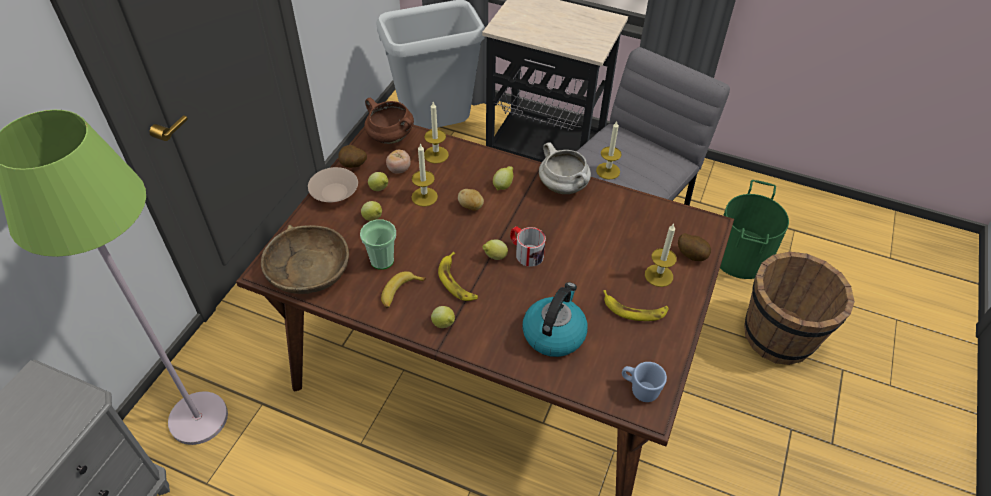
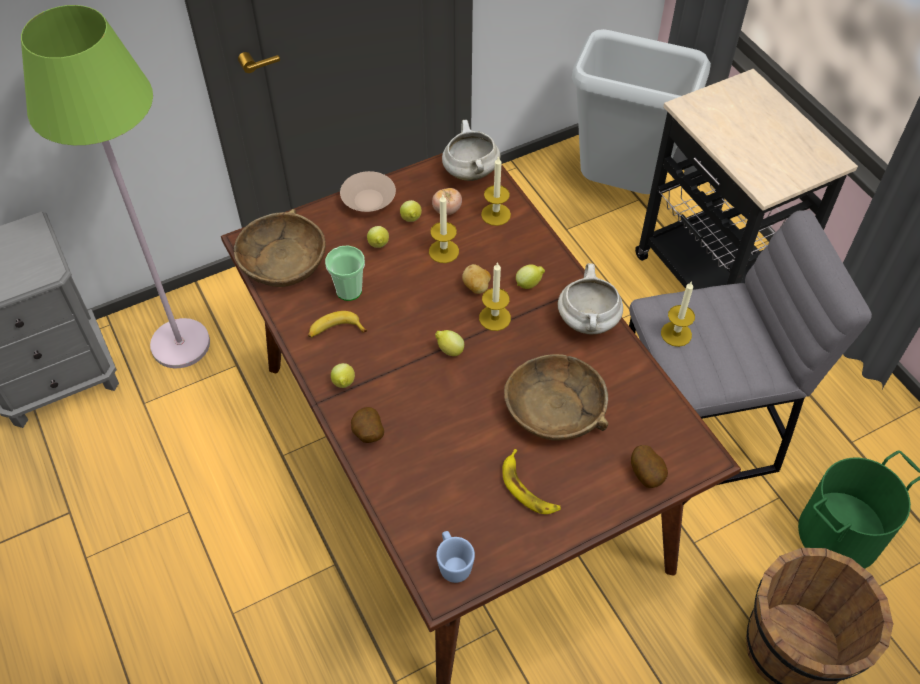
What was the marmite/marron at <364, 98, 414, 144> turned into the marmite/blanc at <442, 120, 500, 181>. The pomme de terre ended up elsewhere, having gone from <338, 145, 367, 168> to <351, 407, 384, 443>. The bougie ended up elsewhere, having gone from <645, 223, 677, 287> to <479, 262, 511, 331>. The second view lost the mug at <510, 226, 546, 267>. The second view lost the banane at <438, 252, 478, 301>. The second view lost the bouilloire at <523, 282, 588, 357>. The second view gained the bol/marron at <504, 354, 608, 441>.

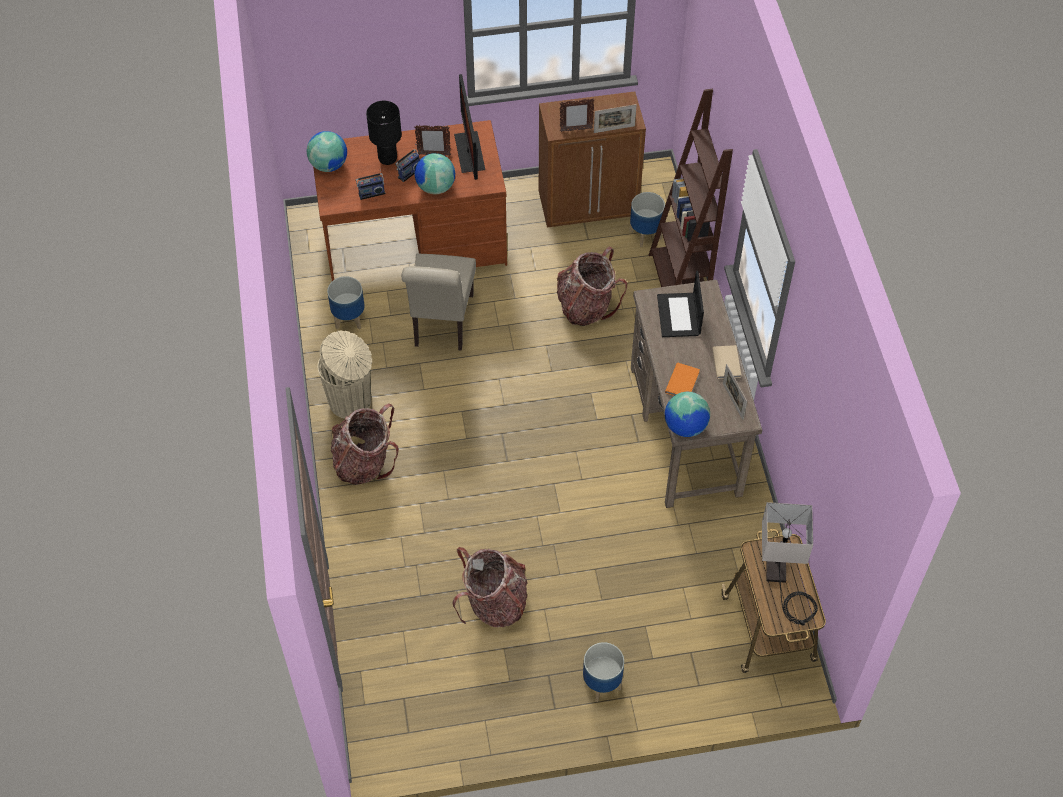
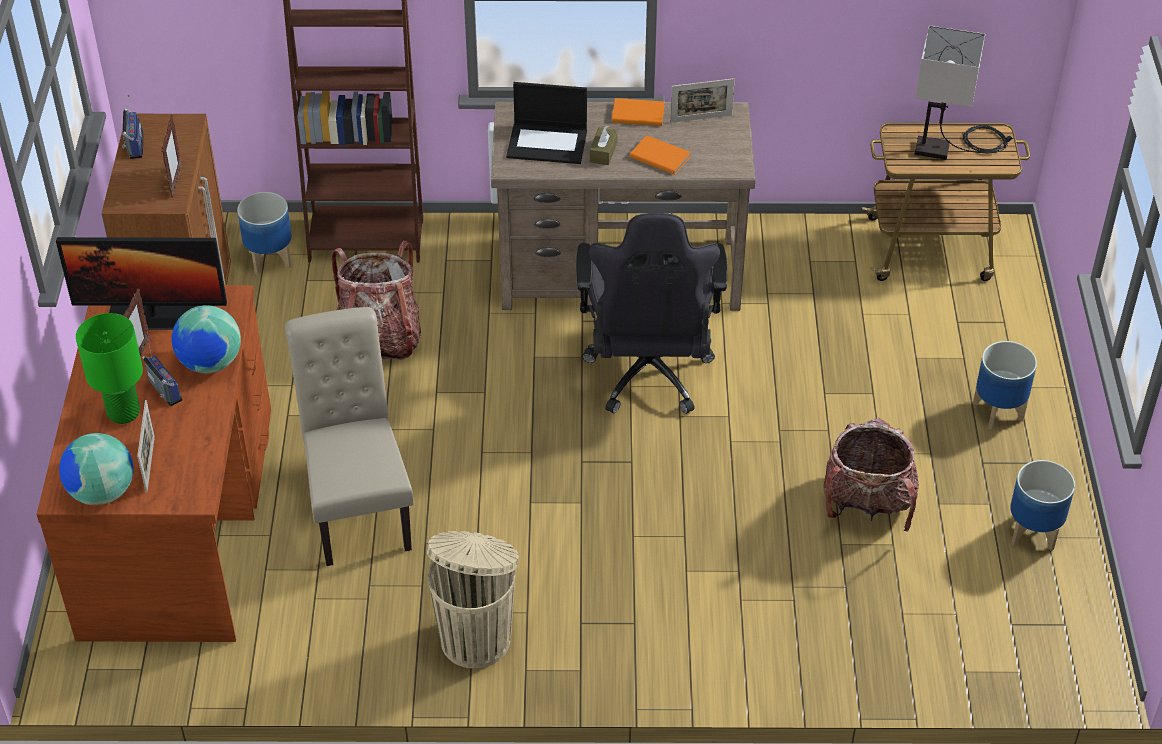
What was the lampe de table/noir at <366, 101, 402, 165> turned into the lampe de table/vert at <76, 313, 143, 424>. The cadre photo ended up elsewhere, having gone from <594, 104, 637, 133> to <137, 400, 155, 493>. The radio ended up elsewhere, having gone from <356, 168, 385, 200> to <122, 95, 143, 159>. The chaise/beige at <402, 254, 476, 351> ended up facing another way, 120 degrees counterclockwise from before. The cache-pot ended up elsewhere, having gone from <327, 276, 365, 330> to <1010, 460, 1075, 551>. What was the livre/beige at <712, 345, 741, 379> turned into the livre/orange at <612, 98, 665, 126>. The second view lost the globe at <665, 392, 710, 437>. The second view lost the sac à dos at <331, 404, 399, 485>. The second view gained the boîte à mouchoirs/marron at <590, 126, 618, 165>. The second view gained the chaise de bureau/noir at <576, 213, 727, 414>.

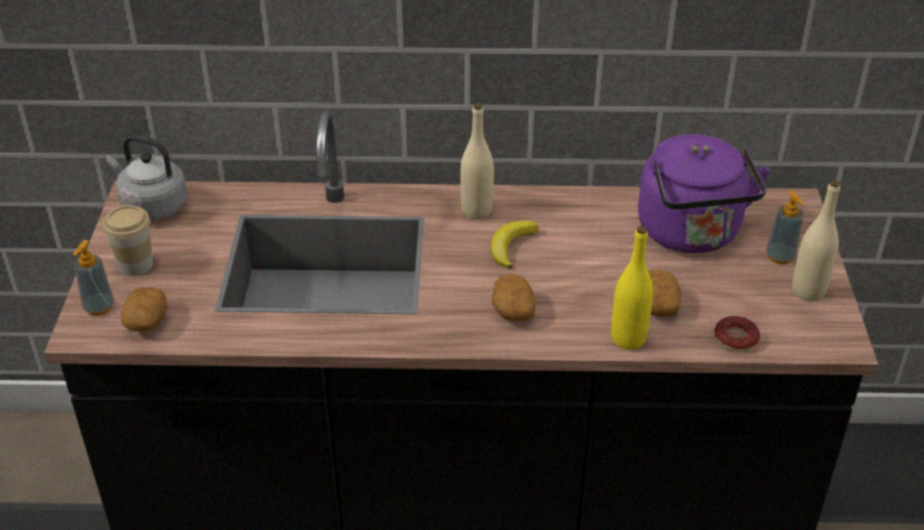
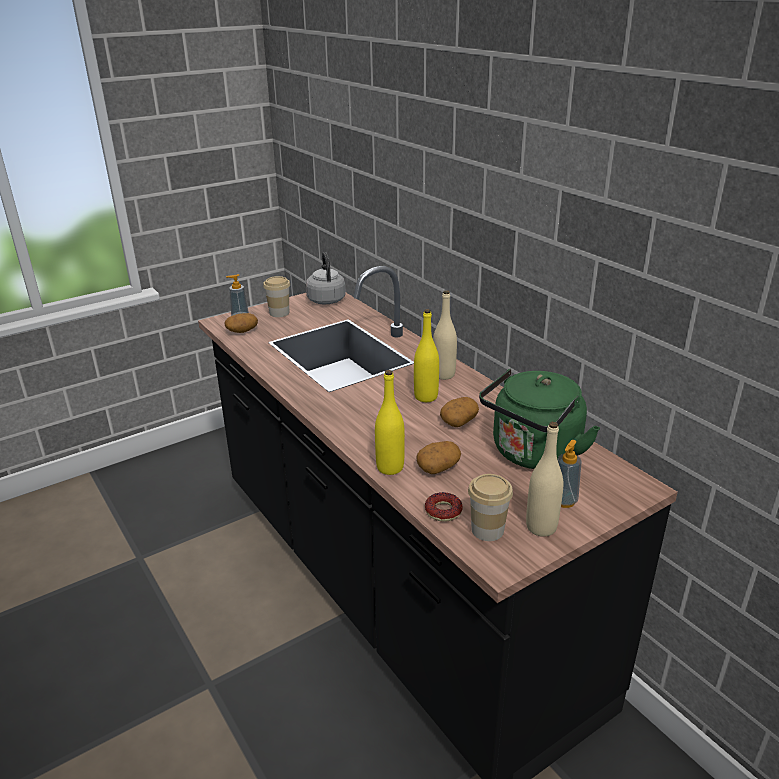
What was the bouilloire/violet at <638, 134, 770, 253> turned into the bouilloire/vert at <479, 369, 600, 469>. Where the banane stood at <490, 221, 539, 269>, the bouteille/jaune came to stand at <414, 309, 439, 402>. The pomme de terre ended up elsewhere, having gone from <492, 275, 535, 321> to <440, 397, 479, 427>. The second view gained the tasse at <468, 474, 513, 541>.

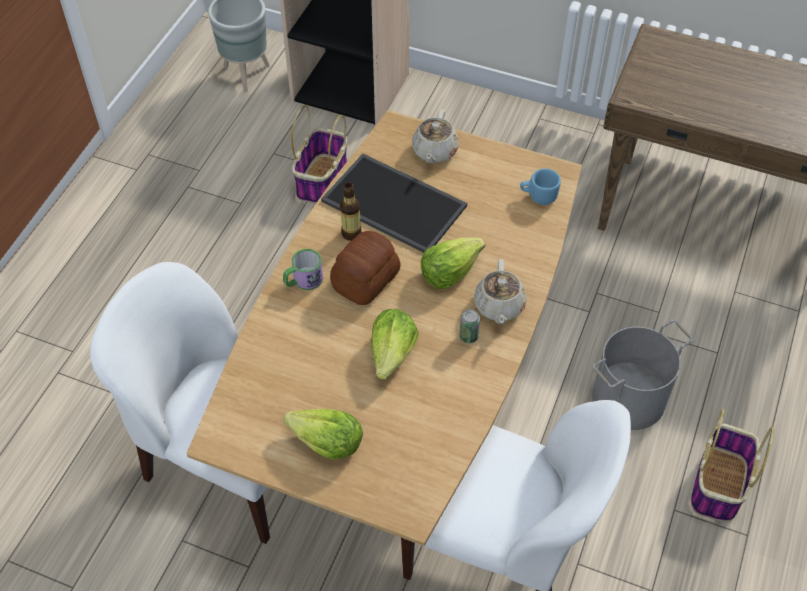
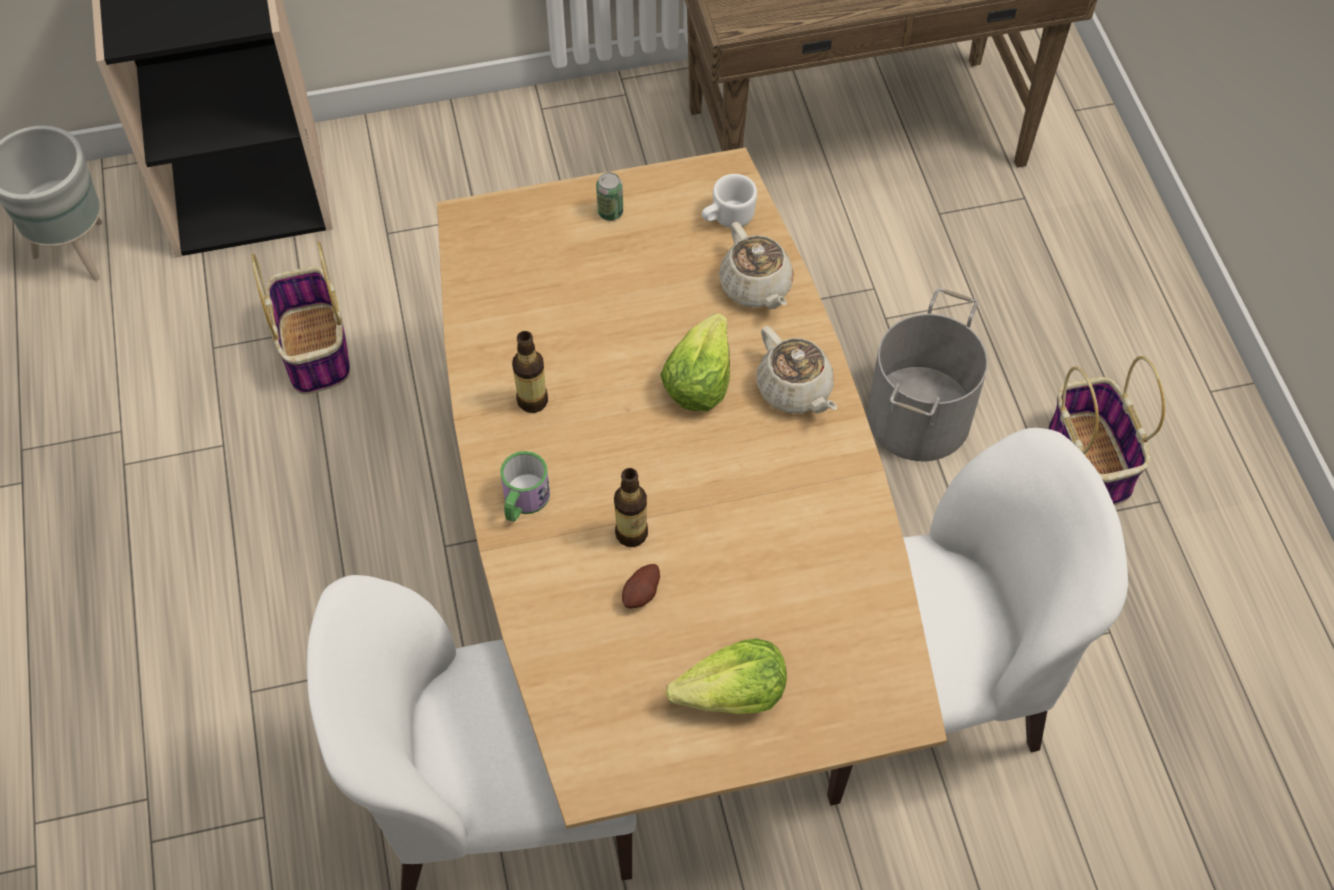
The théière/beige ended up elsewhere, having gone from <412, 110, 459, 163> to <719, 222, 794, 309>. The second view lost the plateau at <321, 154, 467, 253>. What was the mug/bleu at <520, 169, 561, 205> turned into the mug/blanc at <702, 174, 757, 228>. The second view lost the pain at <330, 231, 401, 305>. The second view lost the laitue at <371, 309, 419, 380>. The boîte métallique ended up elsewhere, having gone from <459, 309, 480, 343> to <596, 172, 623, 221>. The second view gained the bouteille at <614, 468, 648, 547>. The second view gained the pomme de terre at <622, 564, 660, 608>.

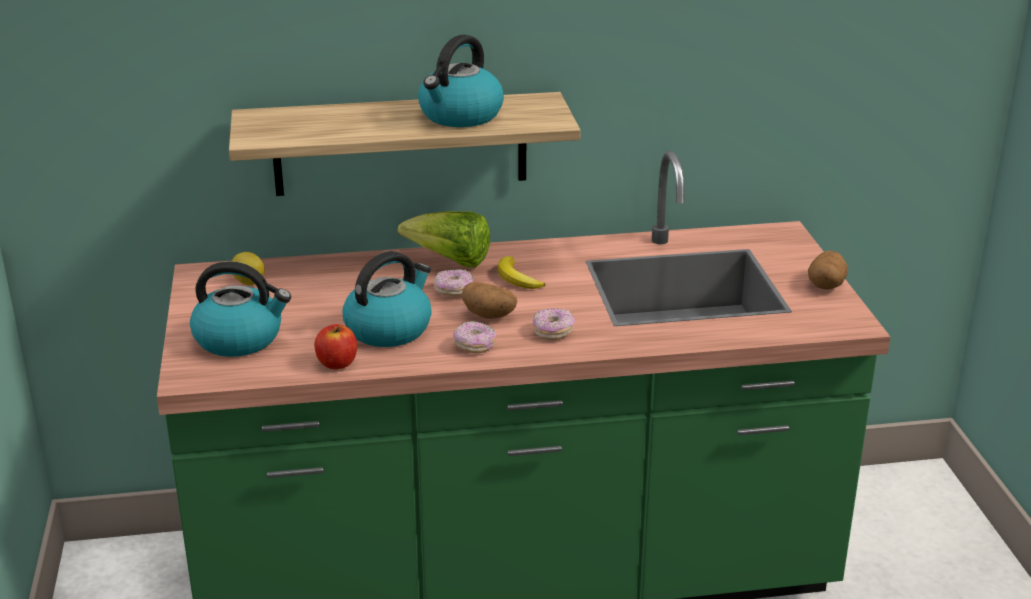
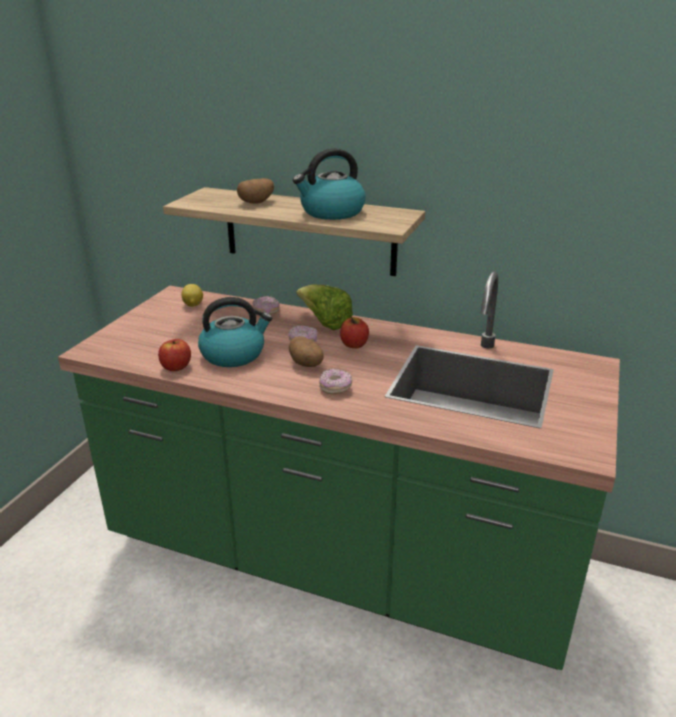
The pomme de terre ended up elsewhere, having gone from <808, 251, 848, 290> to <237, 178, 274, 204>. Where the banane stood at <498, 256, 545, 289>, the pomme came to stand at <340, 317, 369, 349>. The second view lost the bouilloire at <190, 261, 291, 357>. The beignet ended up elsewhere, having gone from <453, 321, 496, 353> to <252, 296, 280, 315>.

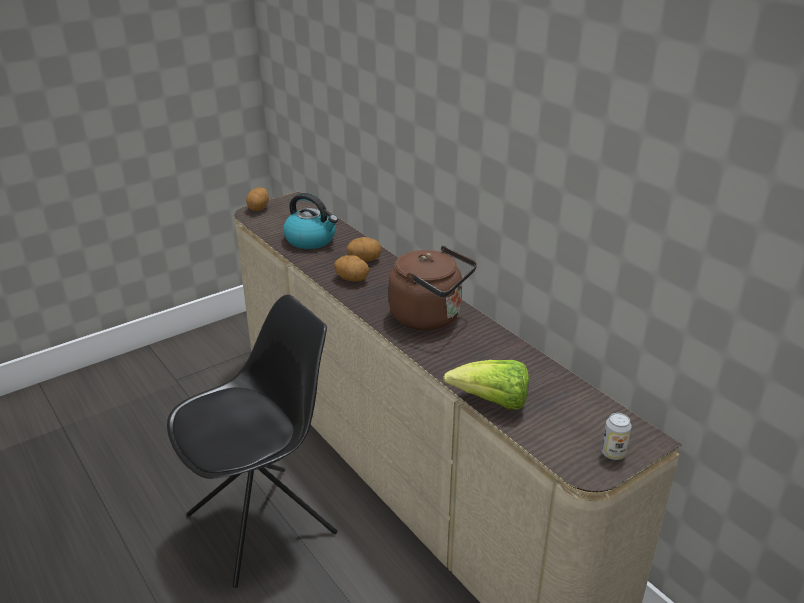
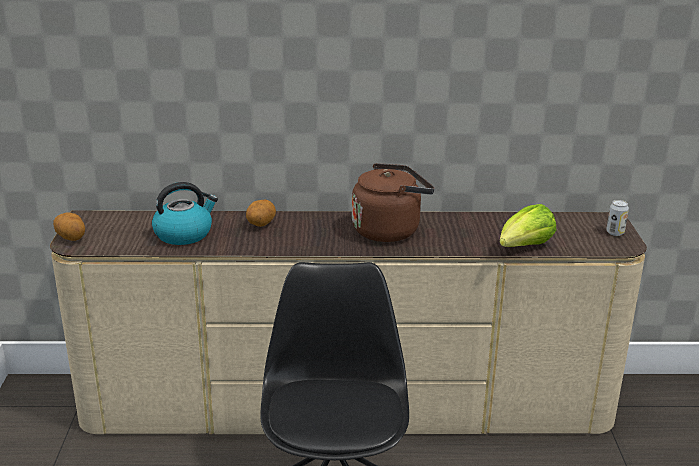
The second view lost the pomme de terre at <334, 255, 369, 282>.

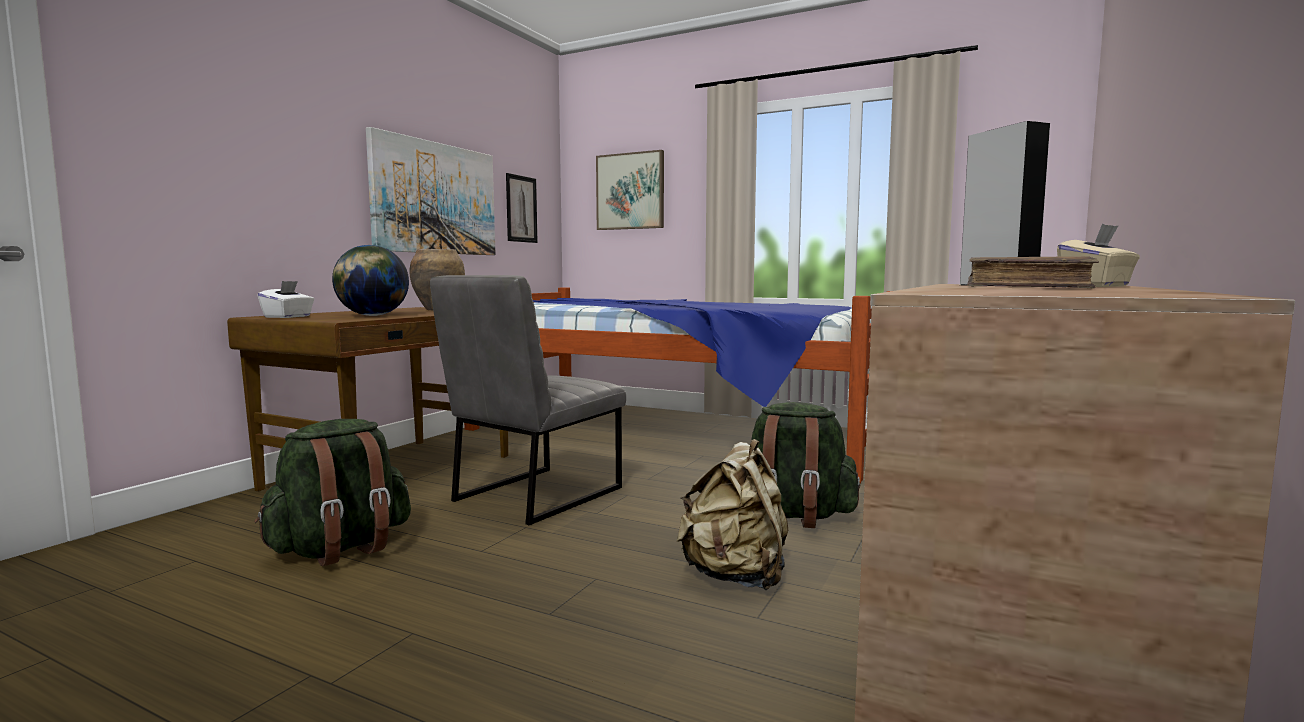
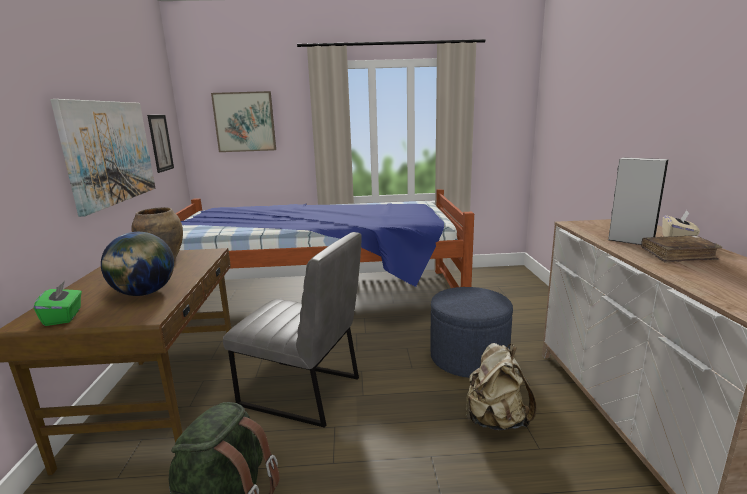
The chaise/gris at <430, 275, 626, 525> ended up facing another way, 75 degrees counterclockwise from before. What was the boîte à mouchoirs/blanc at <257, 281, 314, 318> turned into the boîte à mouchoirs/vert at <34, 281, 82, 326>. Where the sac à dos/vert stood at <751, 402, 860, 528>, the pouf/bleu came to stand at <430, 287, 513, 378>.

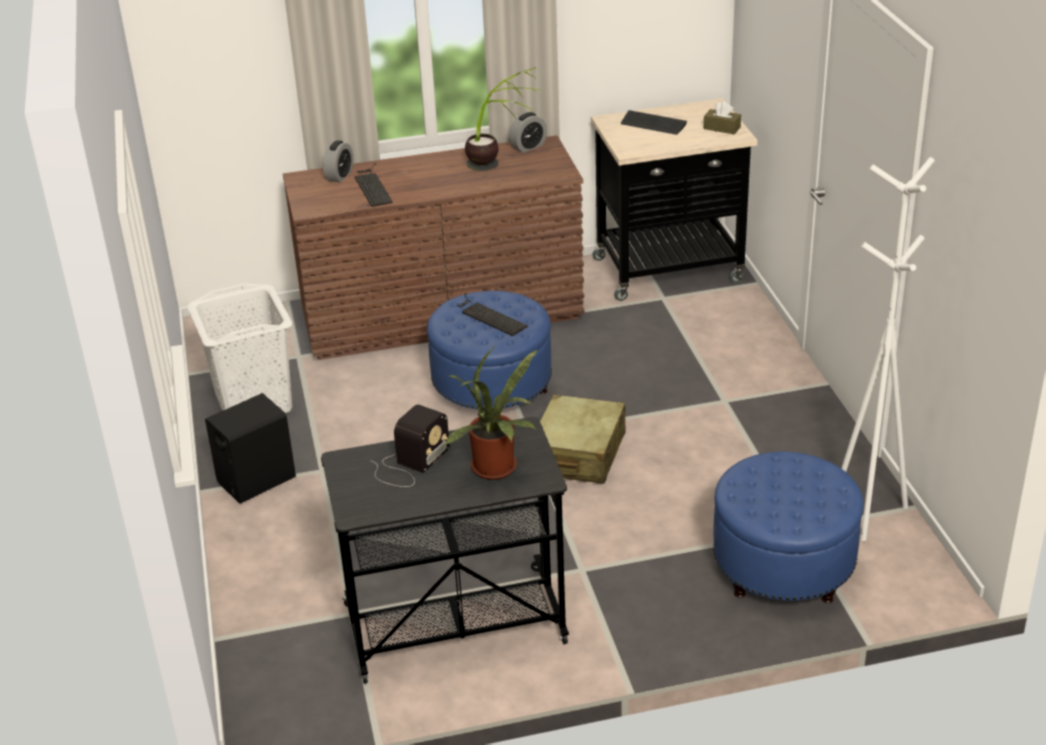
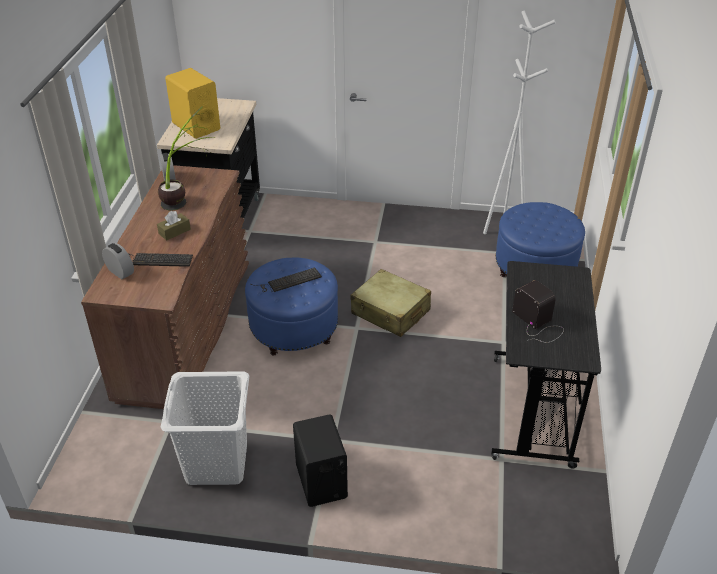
The boîte à mouchoirs/marron ended up elsewhere, having gone from <704, 101, 741, 134> to <157, 211, 191, 240>. Where the clavier stood at <621, 110, 687, 135>, the enceinte/jaune came to stand at <165, 68, 220, 139>. The second view lost the plante en pot at <445, 346, 537, 480>.

